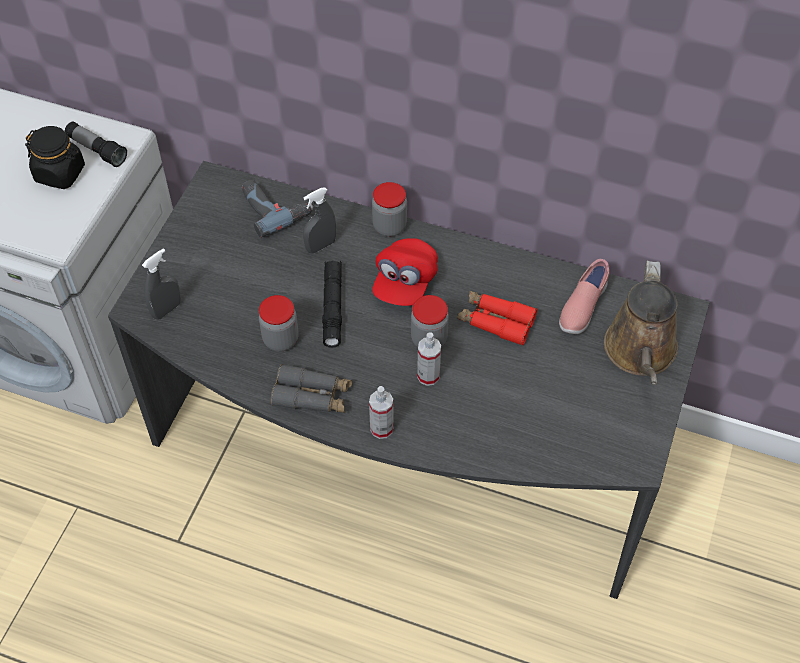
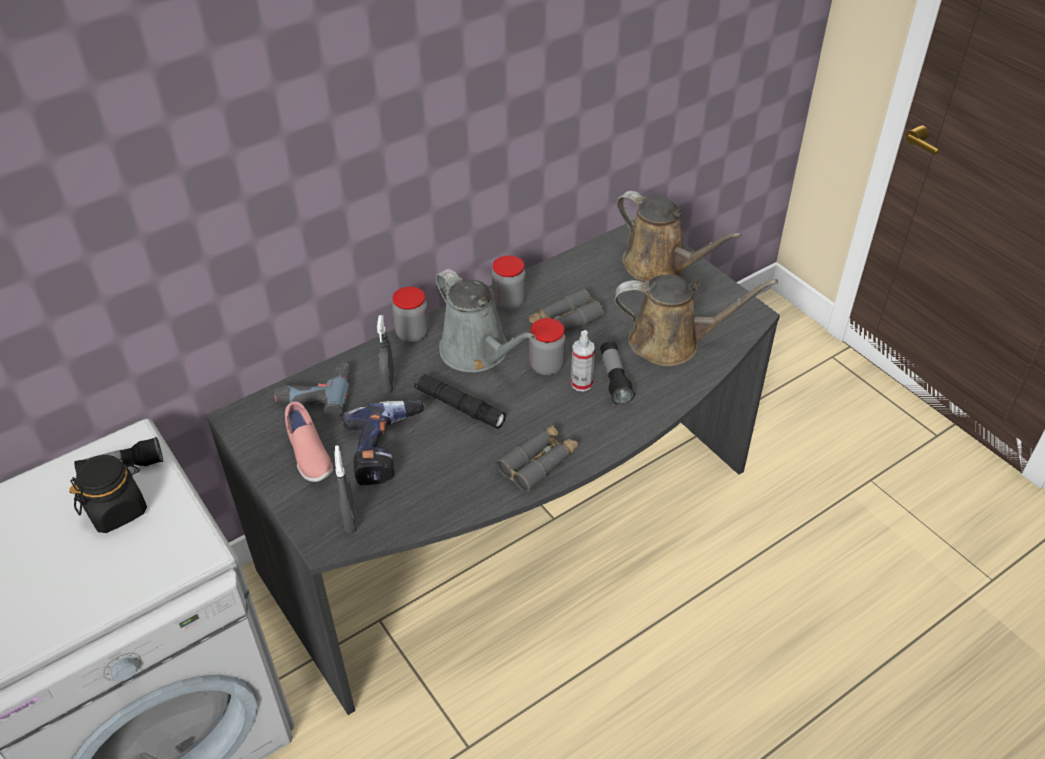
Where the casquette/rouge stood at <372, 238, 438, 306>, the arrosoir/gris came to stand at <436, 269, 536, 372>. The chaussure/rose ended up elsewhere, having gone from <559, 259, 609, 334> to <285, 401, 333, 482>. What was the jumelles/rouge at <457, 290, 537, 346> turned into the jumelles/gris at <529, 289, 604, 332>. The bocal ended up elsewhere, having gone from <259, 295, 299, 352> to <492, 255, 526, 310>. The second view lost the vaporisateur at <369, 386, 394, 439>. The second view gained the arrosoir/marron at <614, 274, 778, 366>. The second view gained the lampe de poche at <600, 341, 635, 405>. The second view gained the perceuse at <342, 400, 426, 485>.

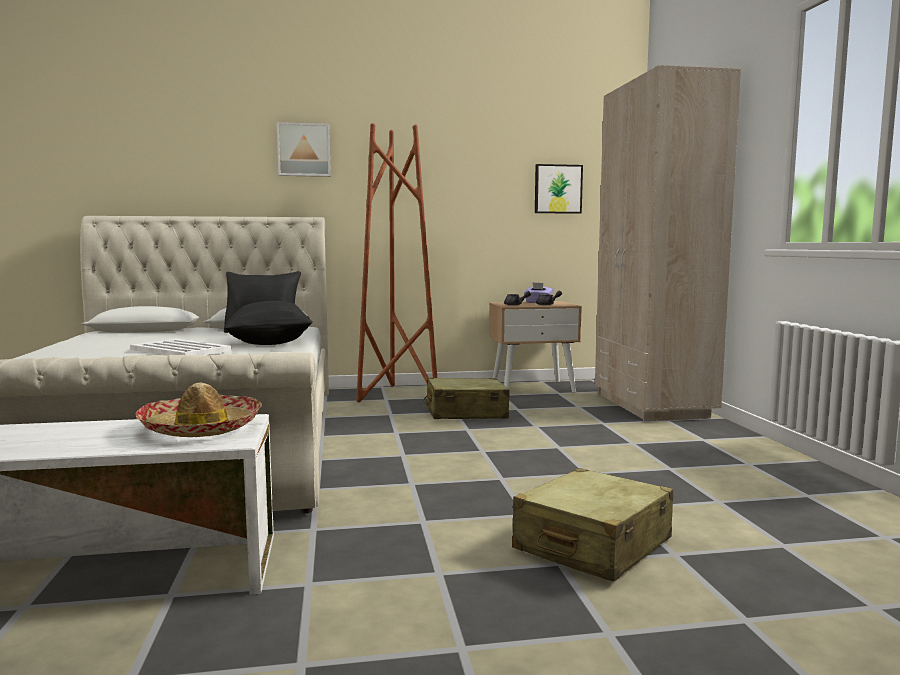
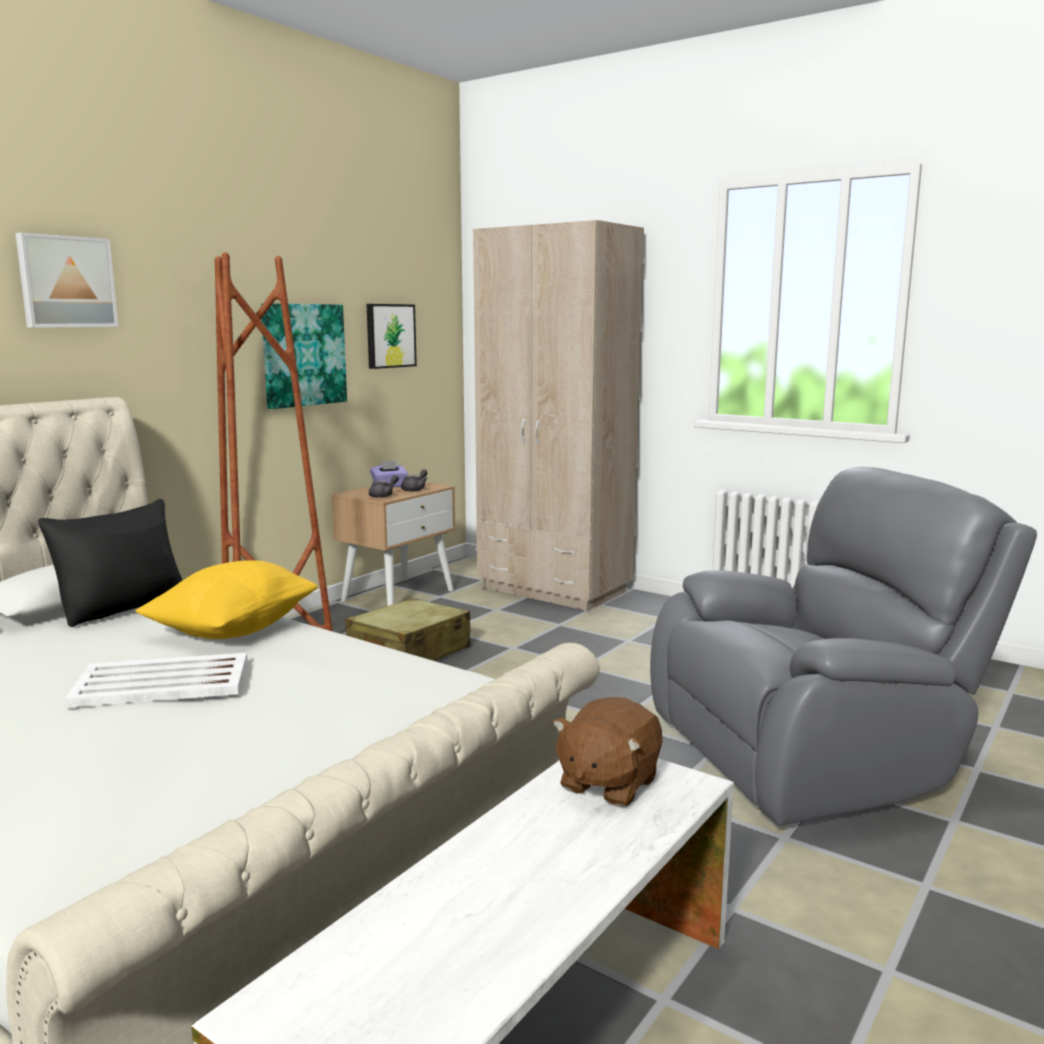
What was the coussin/noir at <224, 301, 313, 345> turned into the coussin/jaune at <135, 560, 317, 639>. Where the chapeau stood at <135, 382, 262, 437>, the peluche/marron came to stand at <552, 697, 663, 807>. Where the valise/beige stood at <512, 468, 673, 582>, the fauteuil/gris came to stand at <650, 467, 1037, 826>. The second view gained the tableau at <261, 303, 347, 409>.

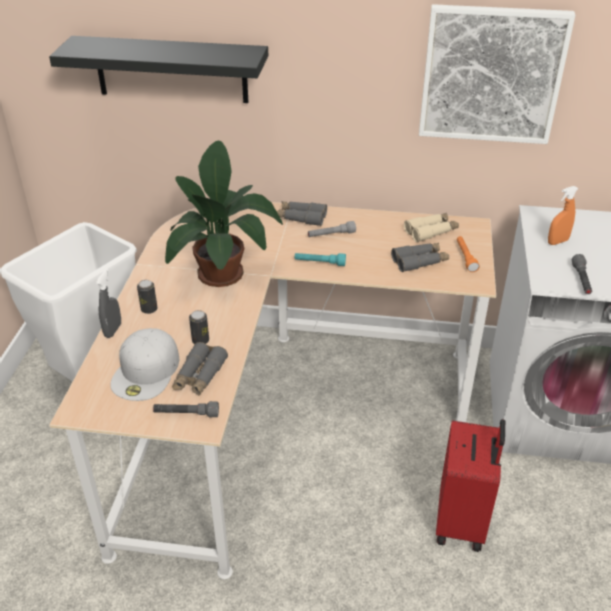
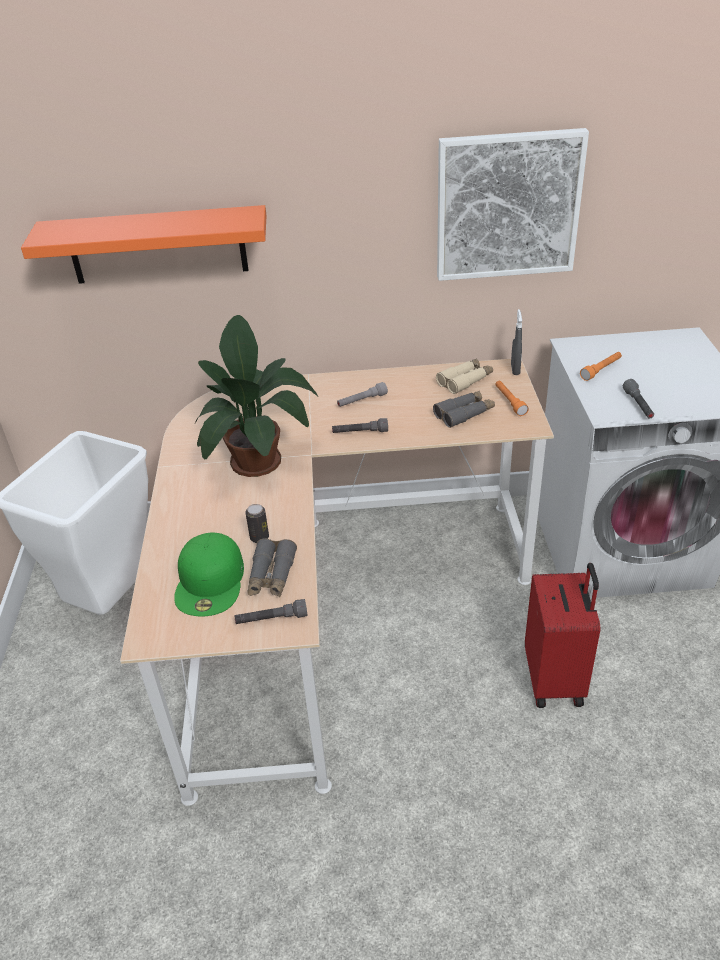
What was the étagère/noir at <49, 36, 268, 103> turned into the étagère/orange at <21, 205, 266, 284>. Where the vaporisateur/orange stood at <548, 186, 578, 245>, the lampe de poche/orange came to stand at <580, 352, 622, 381>. The second view lost the jumelles/gris at <277, 201, 327, 226>. What was the lampe de poche/turquoise at <295, 253, 346, 266> turned into the lampe de poche/gris at <332, 418, 388, 433>. The vaporisateur/gris ended up elsewhere, having gone from <96, 268, 121, 338> to <511, 309, 522, 375>. The second view lost the boîte métallique at <137, 280, 158, 314>. What was the casquette/blanc at <110, 328, 179, 401> turned into the casquette/vert at <174, 532, 244, 616>.

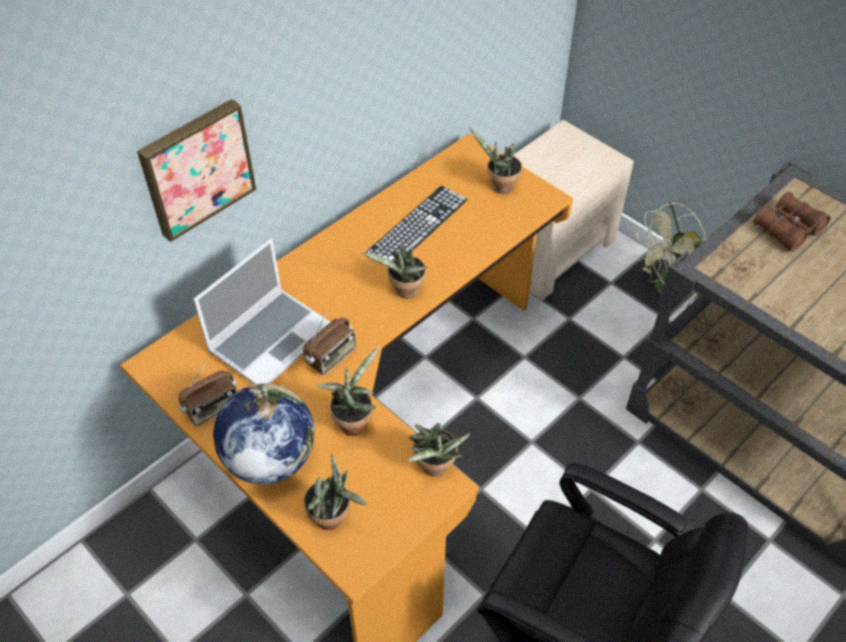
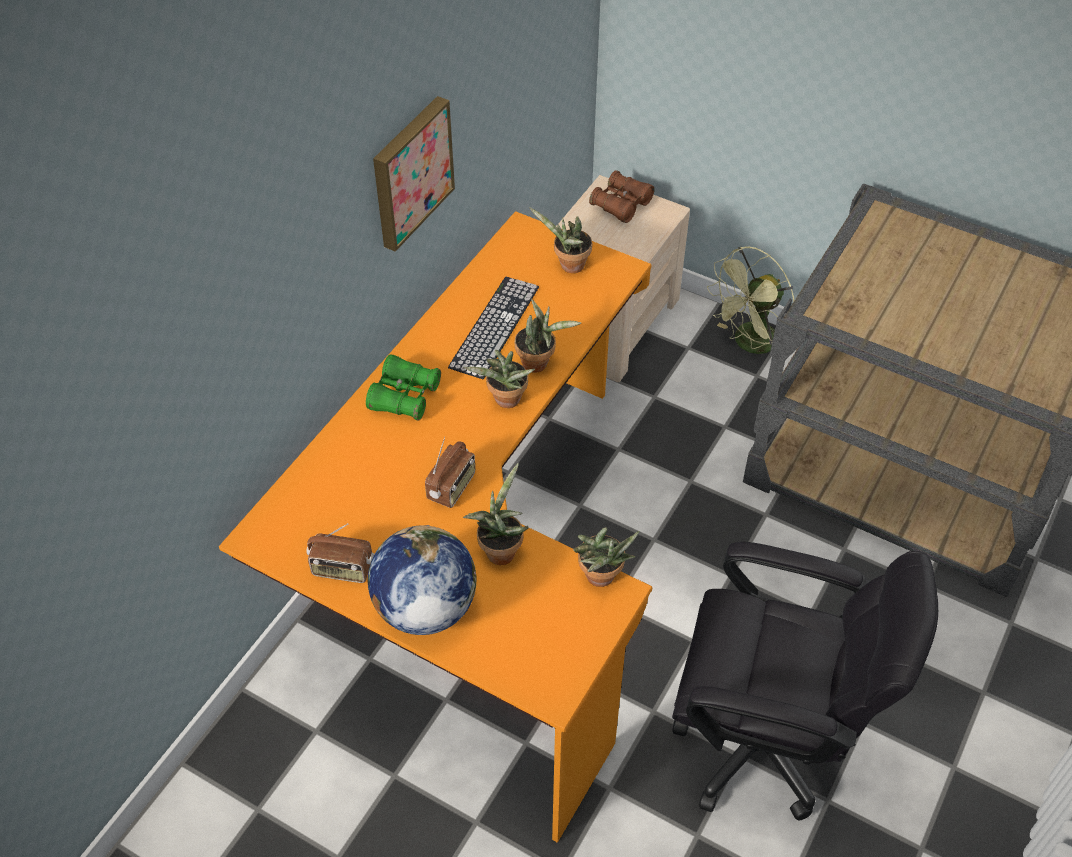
The tableau ended up elsewhere, having gone from <137, 99, 256, 242> to <373, 96, 455, 252>. The jumelles/marron ended up elsewhere, having gone from <754, 192, 831, 252> to <589, 170, 654, 223>. The second view lost the ordinateur portable at <194, 238, 330, 384>. The radio at <178, 362, 237, 426> ended up facing another way, 60 degrees clockwise from before. The plante en pot ended up elsewhere, having gone from <304, 453, 367, 530> to <515, 299, 581, 373>. The second view gained the jumelles/vert at <366, 354, 441, 420>.

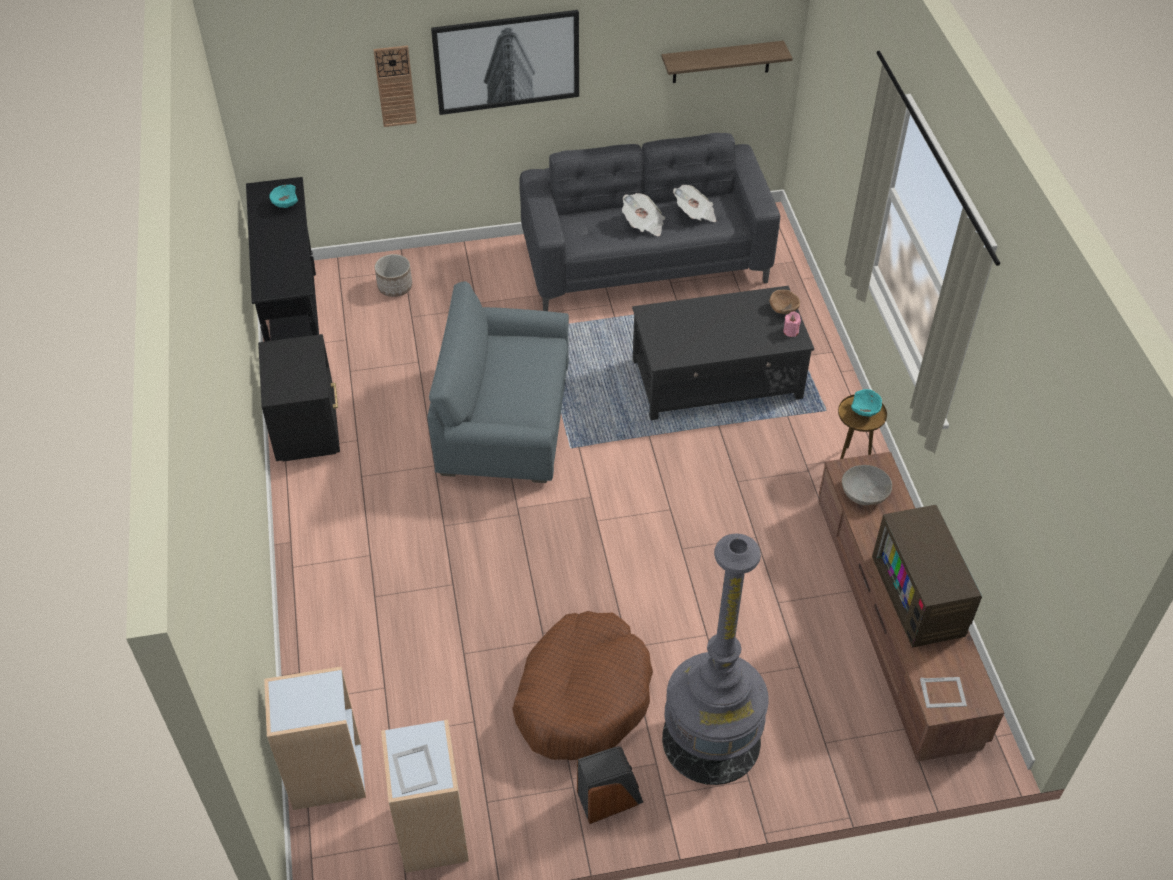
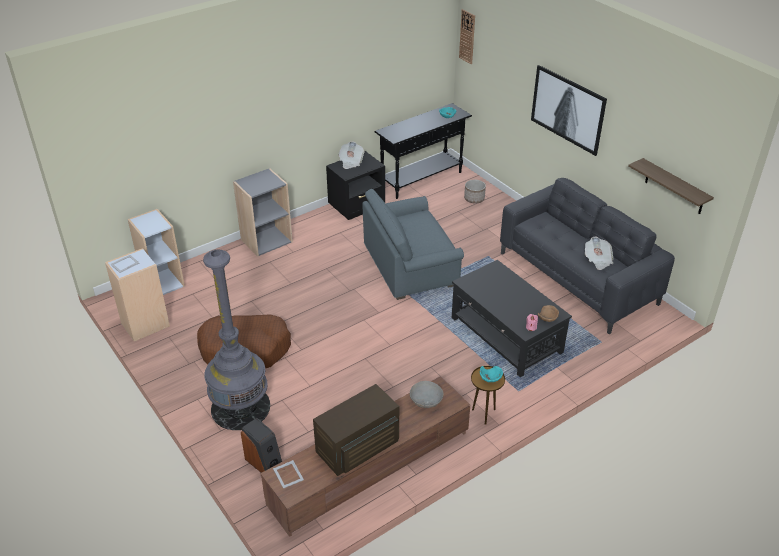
The horloge murale ended up elsewhere, having gone from <373, 45, 417, 127> to <459, 9, 475, 64>. The journal ended up elsewhere, having gone from <622, 193, 665, 236> to <338, 141, 364, 169>. The fauteuil/gris at <427, 281, 569, 483> ended up facing another way, 90 degrees counterclockwise from before. The enceinte ended up elsewhere, having gone from <577, 746, 644, 824> to <241, 418, 282, 473>. The second view gained the bibliothèque/gris at <233, 168, 293, 257>.

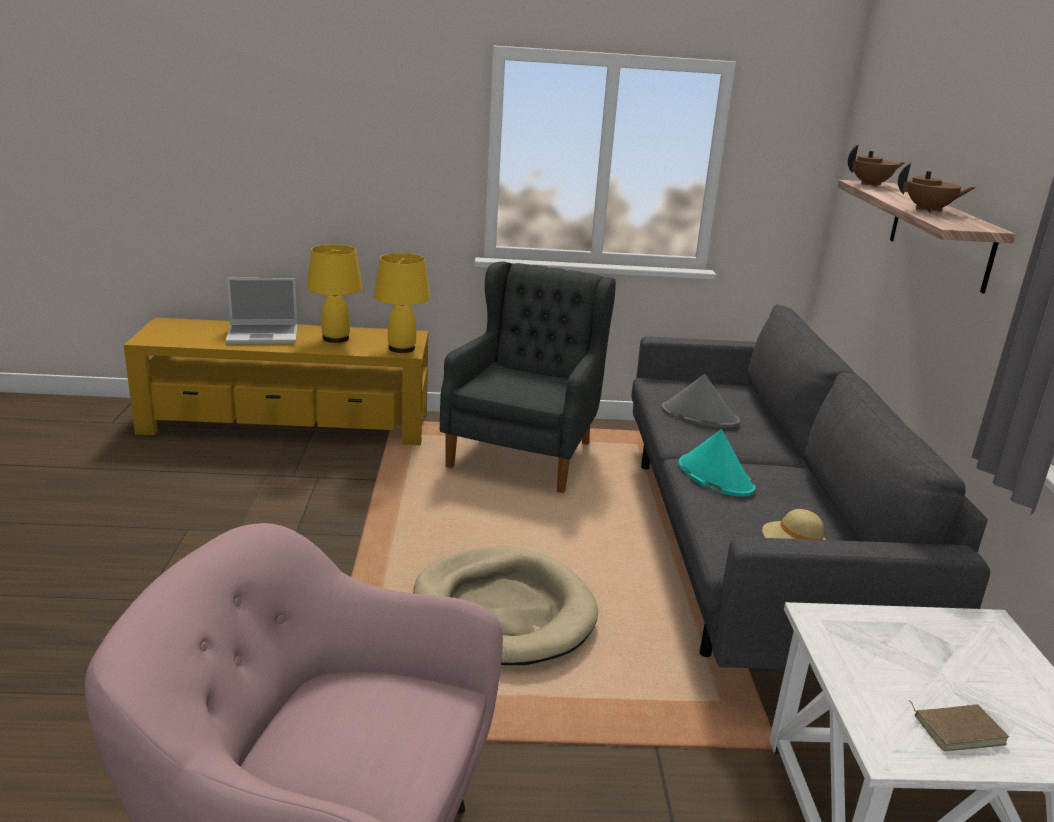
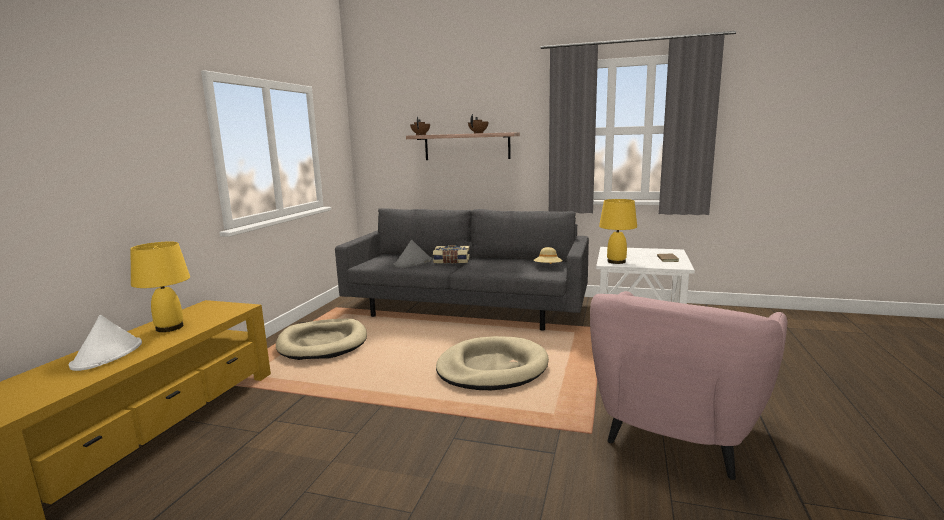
The lampe de table/jaune ended up elsewhere, having gone from <374, 253, 430, 353> to <599, 199, 637, 264>. Where the fauteuil/gris stood at <440, 262, 616, 493>, the panier pour chien/beige came to stand at <276, 319, 367, 360>. Where the ordinateur portable stood at <226, 278, 297, 345>, the chapeau/blanc came to stand at <69, 315, 142, 371>. The second view lost the chapeau/turquoise at <678, 429, 756, 497>. The second view gained the livre at <433, 245, 470, 263>.

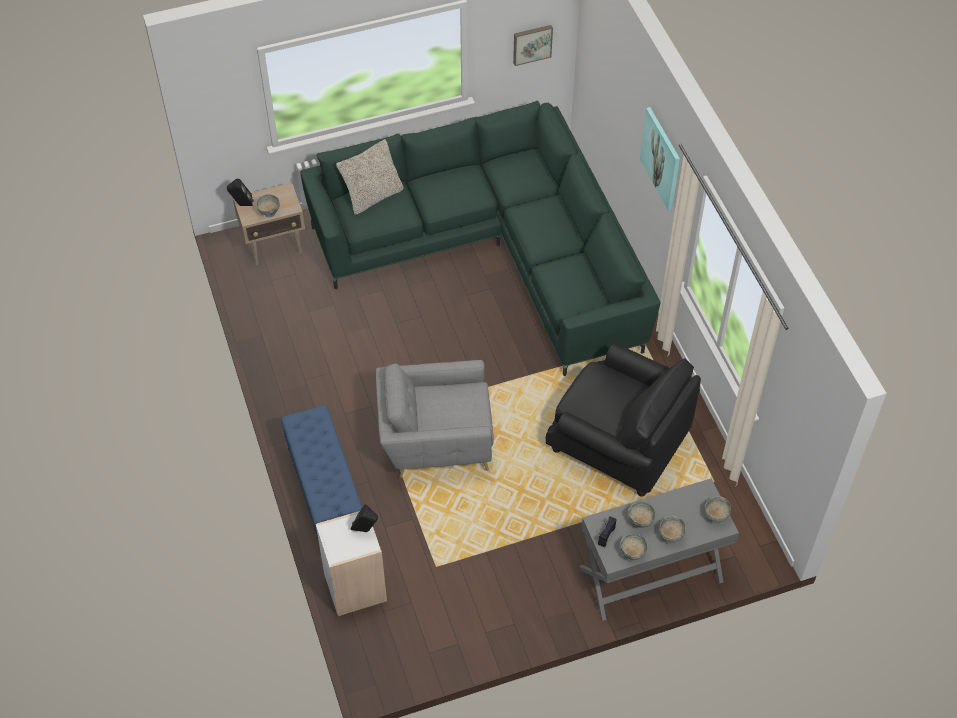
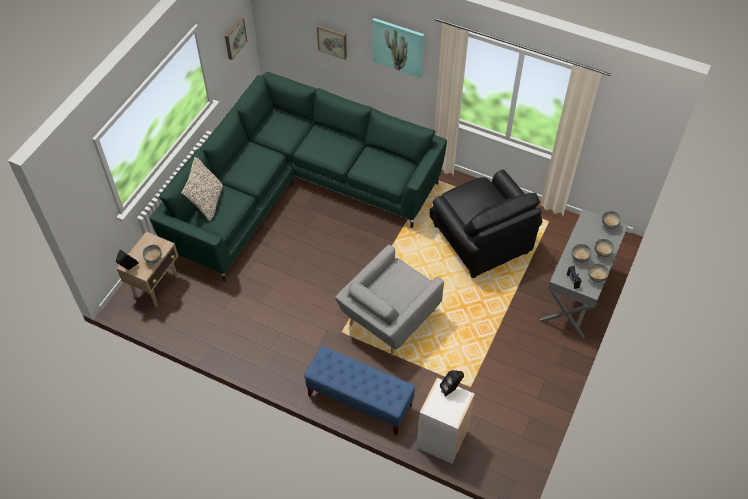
The fauteuil/noir at <545, 343, 701, 497> ended up facing another way, 75 degrees clockwise from before. The second view gained the tableau at <317, 25, 347, 60>.

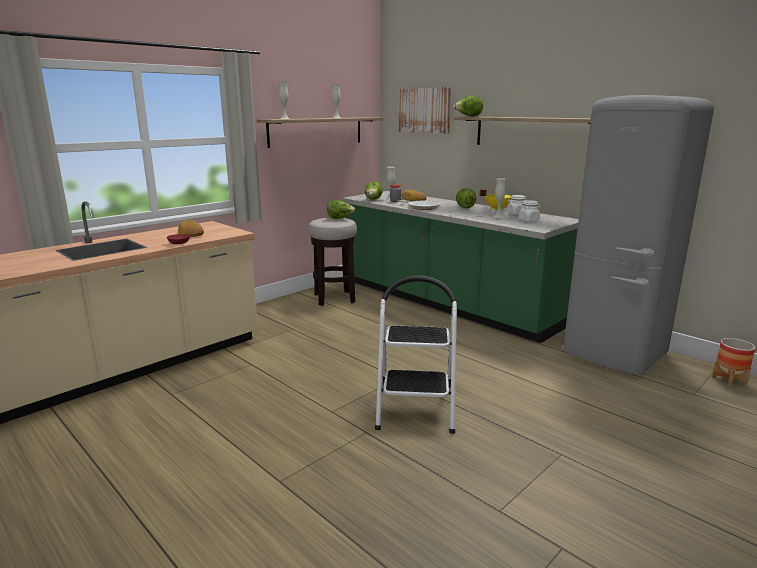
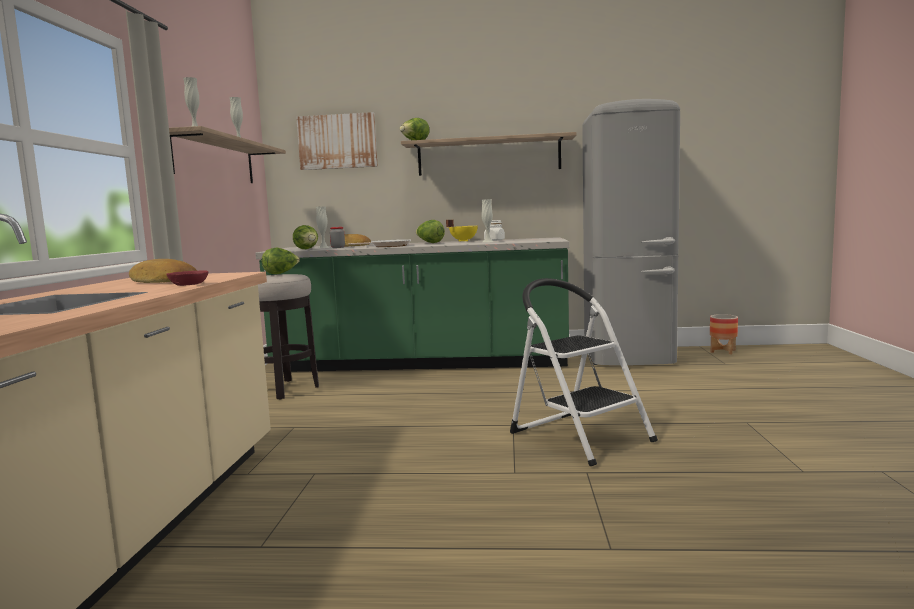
The second view lost the bocal/blanc at <519, 200, 540, 222>.

